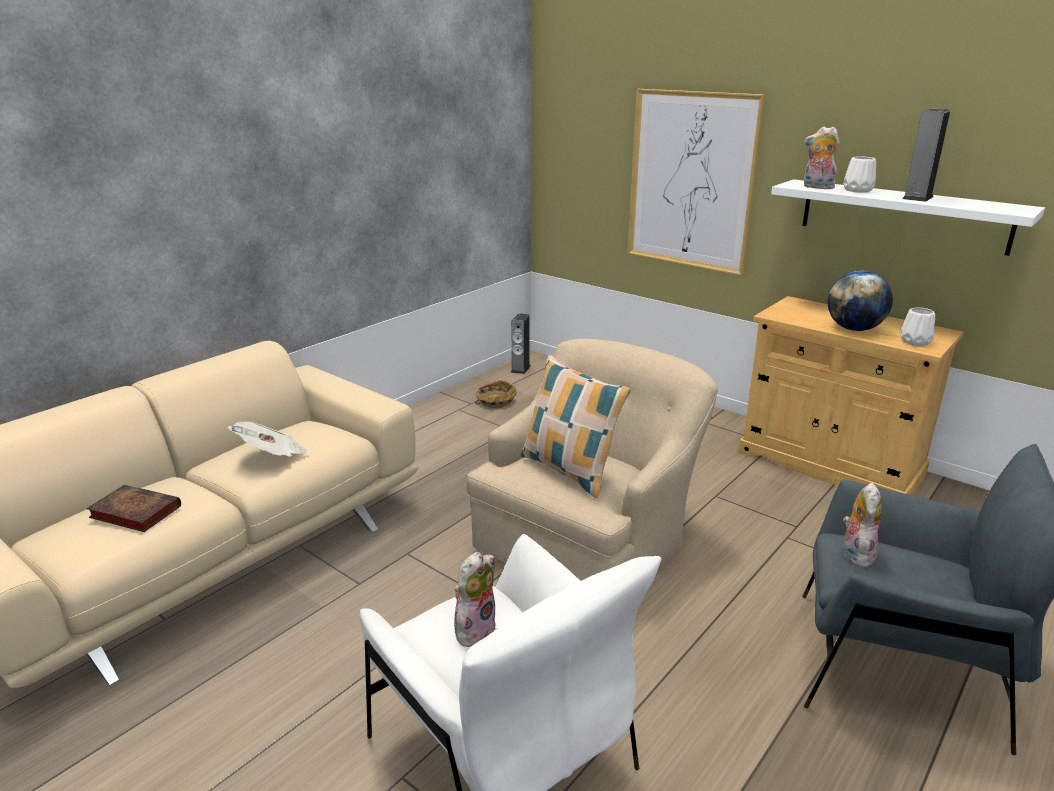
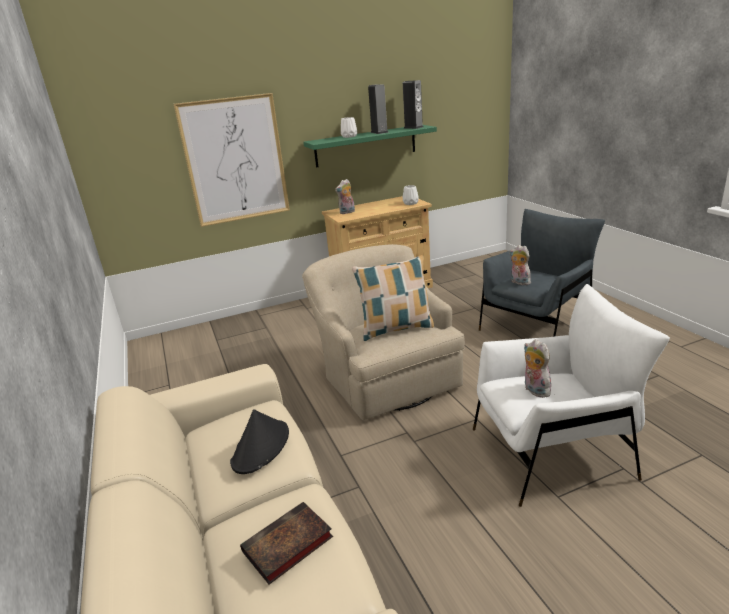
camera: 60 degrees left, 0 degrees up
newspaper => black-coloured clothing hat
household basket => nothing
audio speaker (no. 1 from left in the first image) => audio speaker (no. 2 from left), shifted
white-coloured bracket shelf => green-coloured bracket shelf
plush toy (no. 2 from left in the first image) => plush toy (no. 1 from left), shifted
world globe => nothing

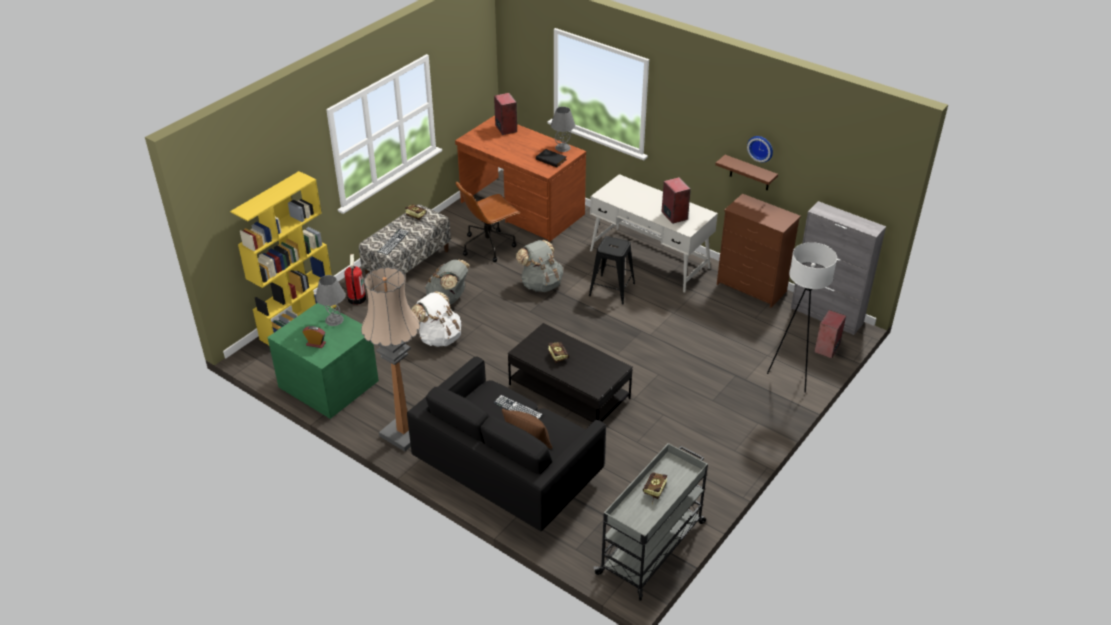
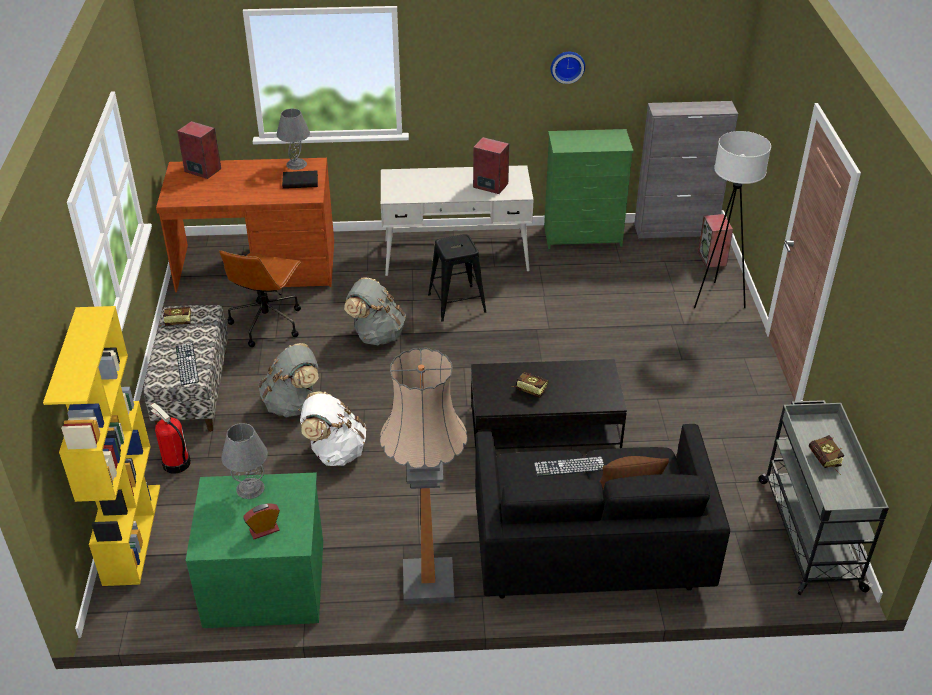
camera: 40 degrees left, 0 degrees up
brown bracket shelf => nothing
brown drawer chest => green-coloured drawer chest (no. 2 from left)

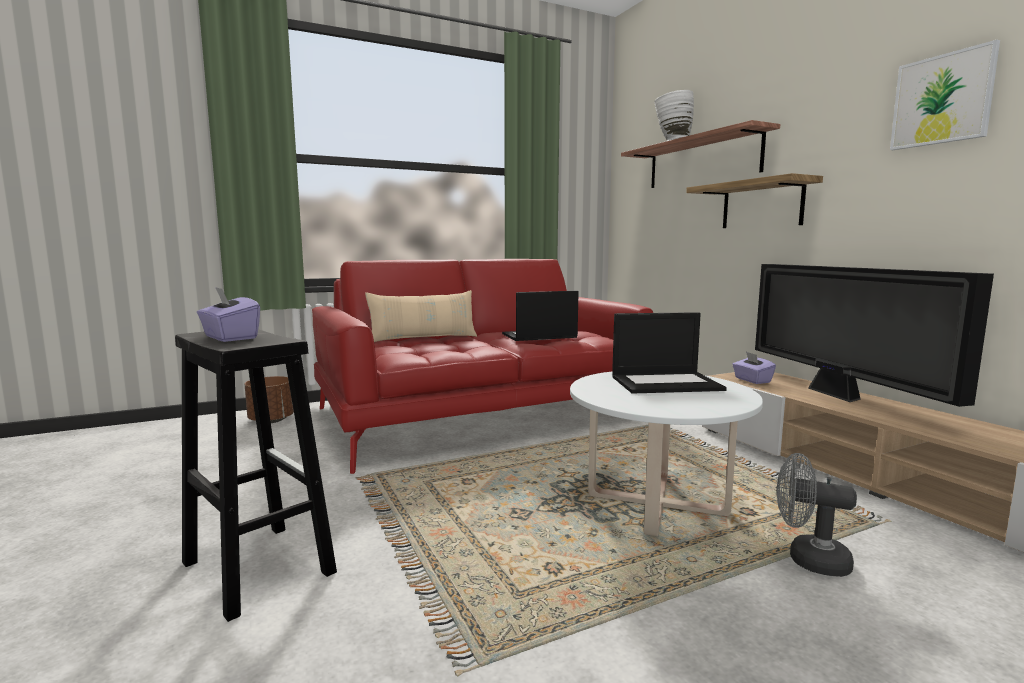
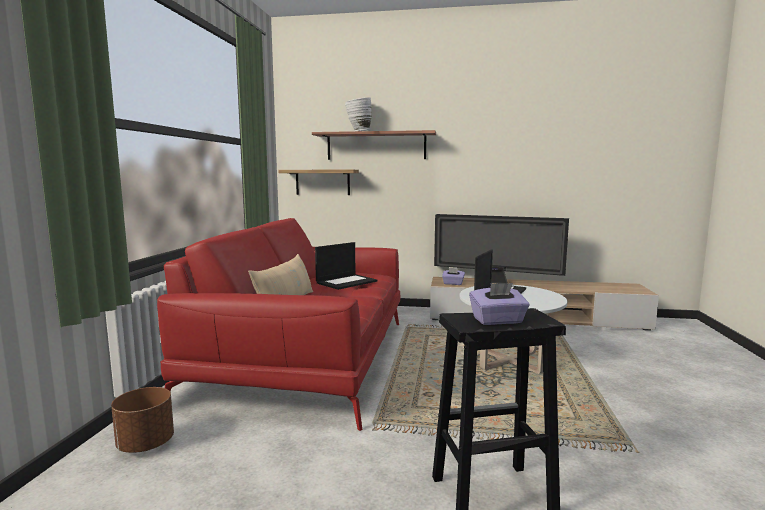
camera: 55 degrees left, 0 degrees up
portable computer (no. 1 from left), 150 degrees counterclockwise
bracket shelf (no. 2 from left in the first image) => bracket shelf (no. 1 from left), shifted
gray electric fan => nothing
wall art => nothing

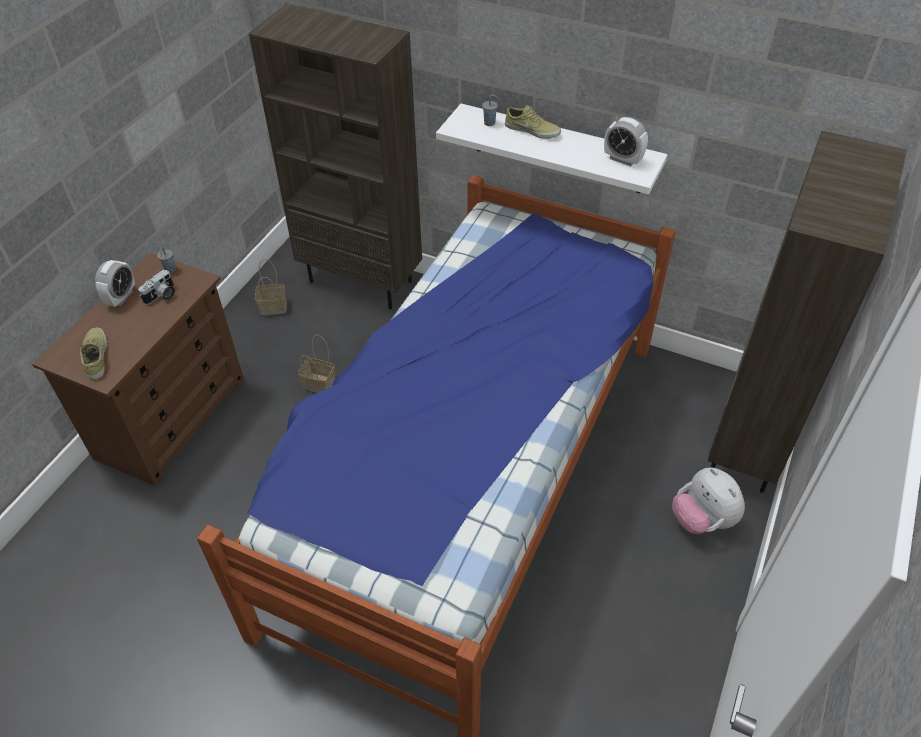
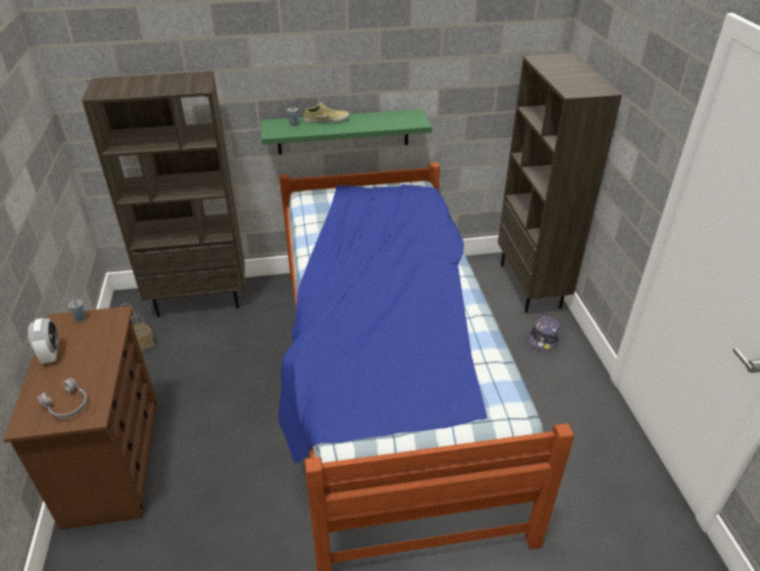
camera: 35 degrees left, 10 degrees down
sand-coloured low shoe (no. 1 from left) => gray headphones
still camera => nothing
household basket (no. 2 from left) => nothing
white-coloured bracket shelf => green-coloured bracket shelf
bedside clock (no. 2 from left) => nothing
plush toy => peaked cap

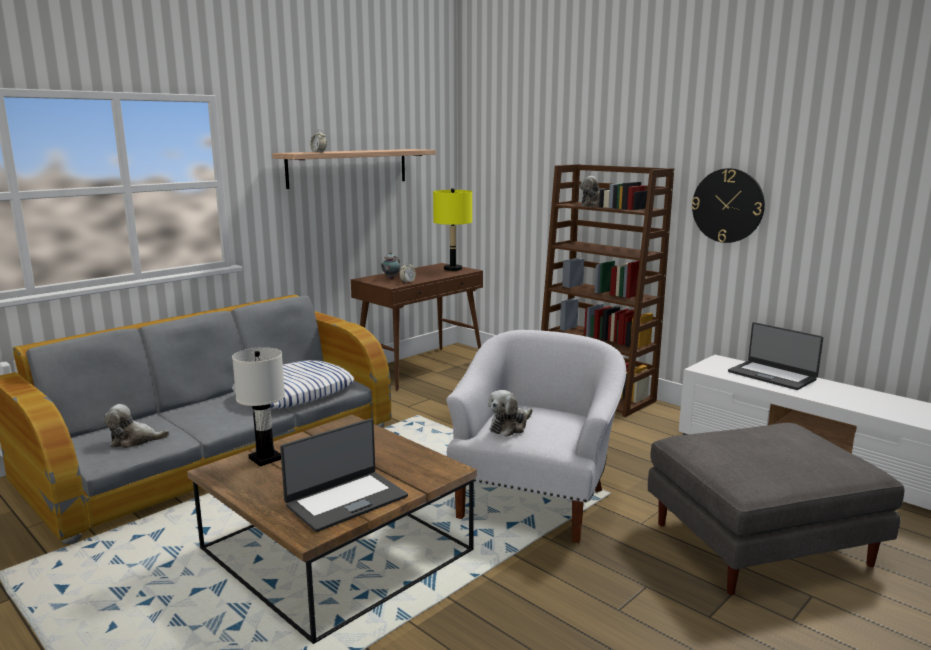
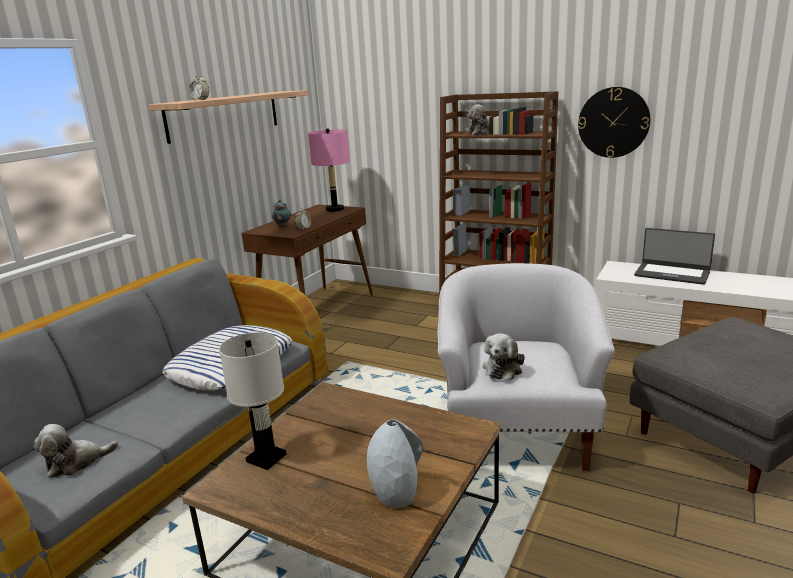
camera: 15 degrees left, 5 degrees up
portable computer (no. 1 from left) => gray decorative vase
yellowish tabletop lamp => pink tabletop lamp

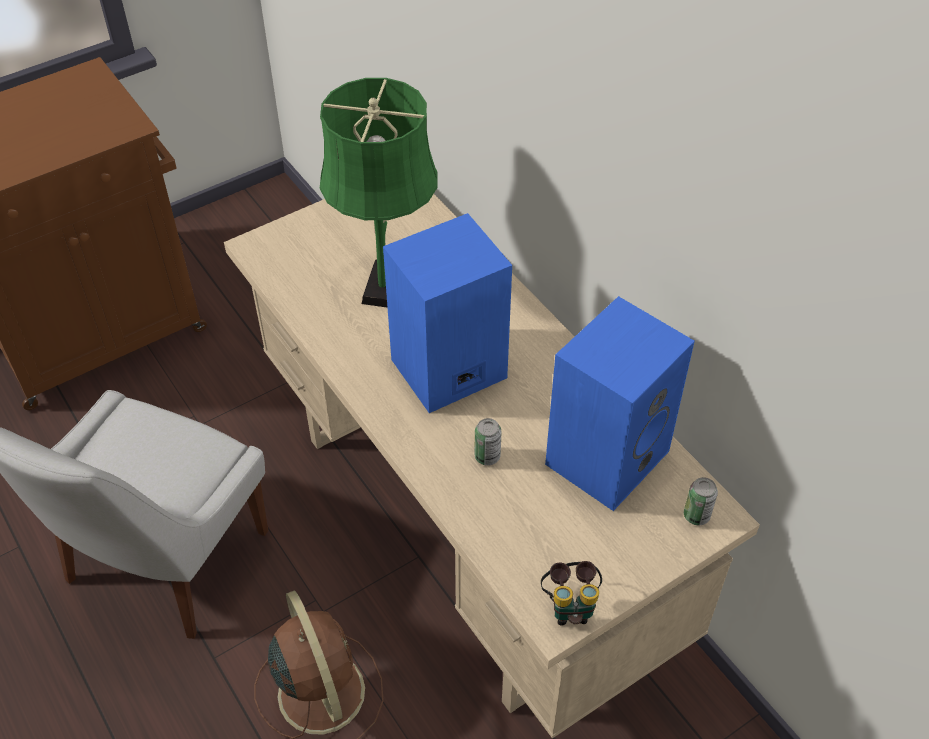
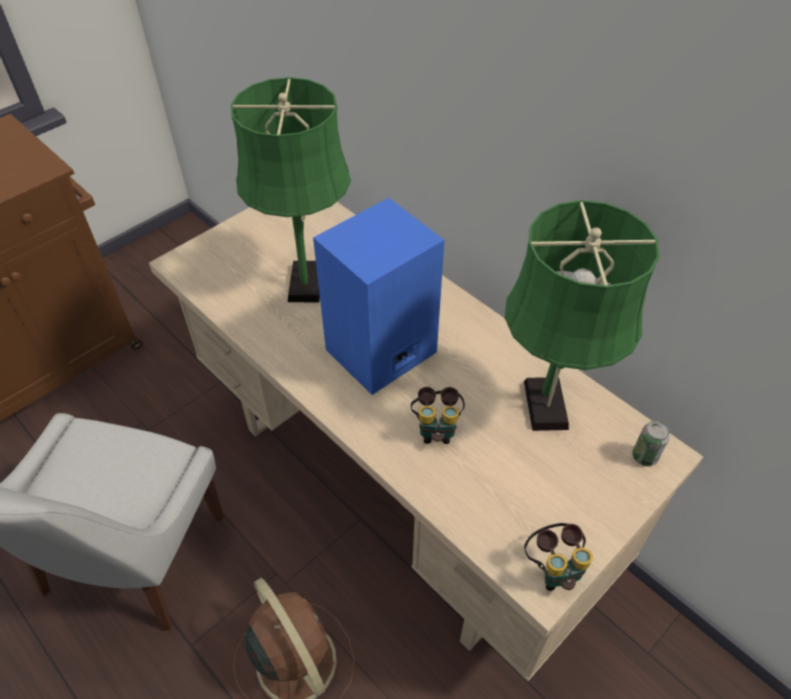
camera: 10 degrees left, 0 degrees up
metal can (no. 1 from left) => field glasses (no. 1 from left)
blue audio speaker (no. 2 from left) => green-coloured tabletop lamp (no. 2 from left)

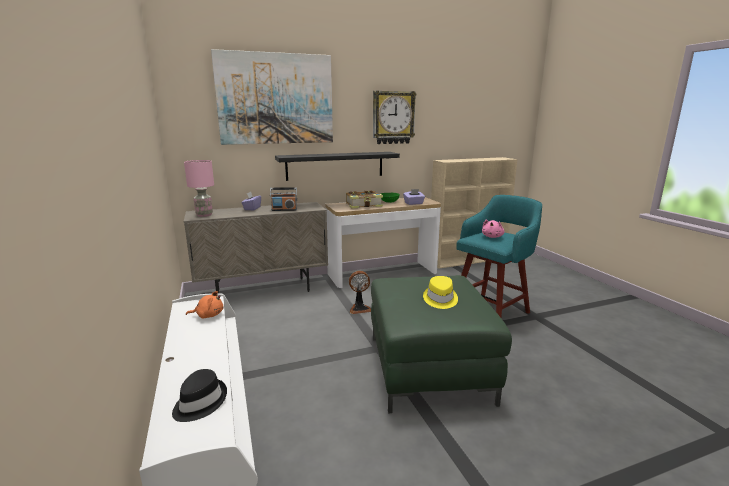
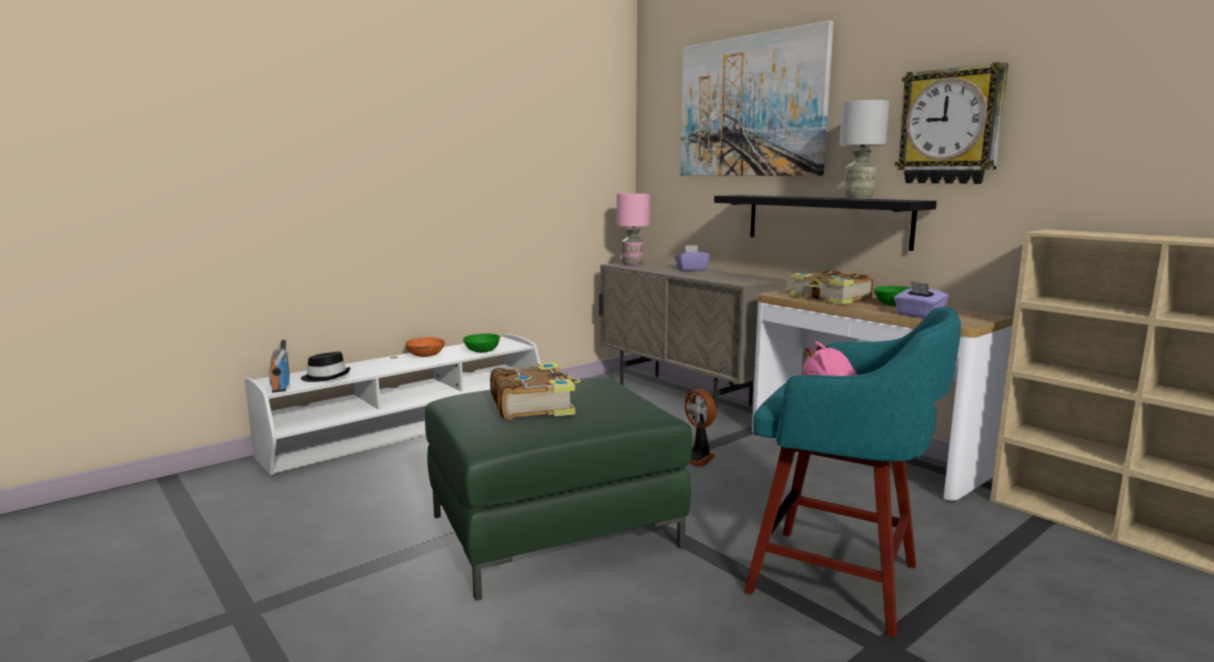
camera: 70 degrees right, 5 degrees down
orangey plush toy => green-coloured deep dish (no. 1 from left)
radio receiver, shifted
yellowish clothing hat => volume (no. 1 from left)
nothing => orangey deep dish
nothing => gray tabletop lamp

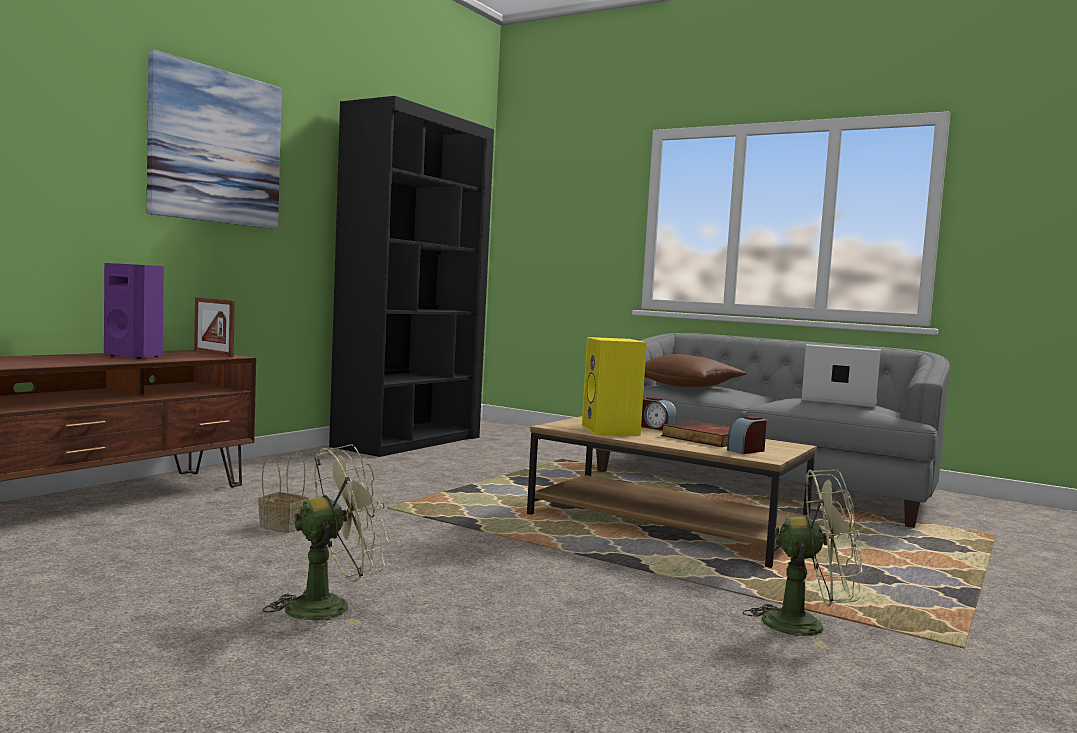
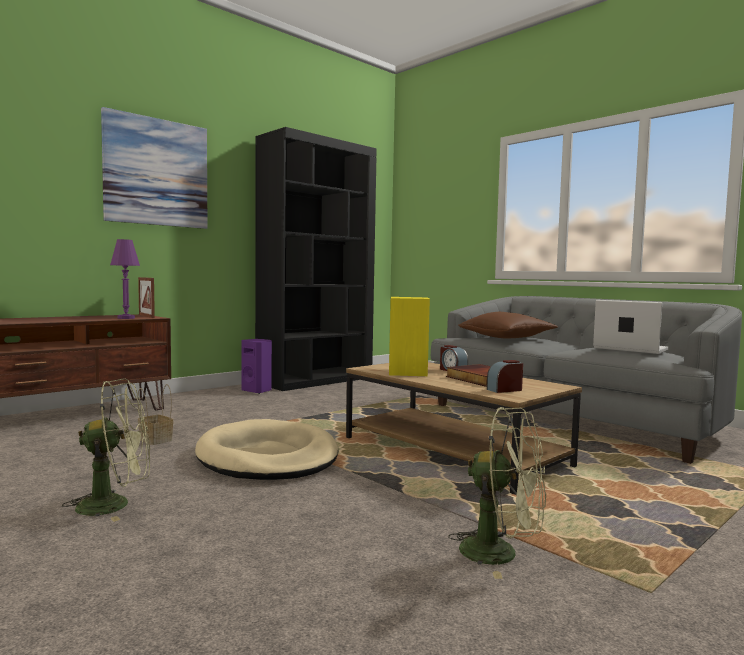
camera: 15 degrees right, 0 degrees up
purplish audio speaker, shifted
nothing => purplish tabletop lamp
nothing => sand-coloured dog bed

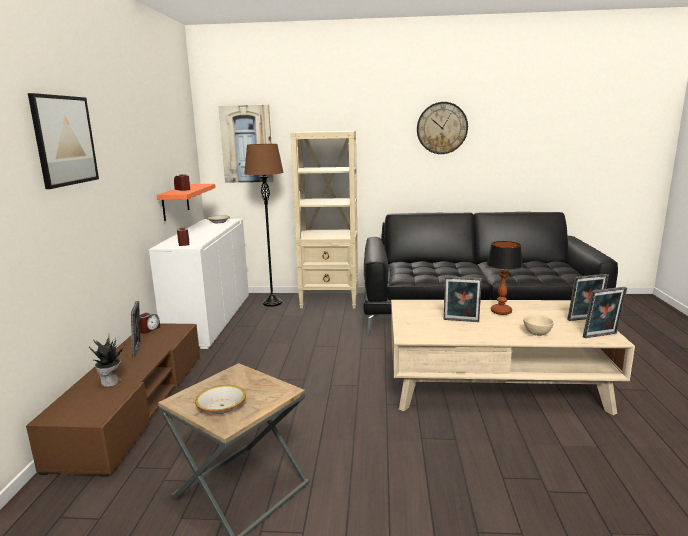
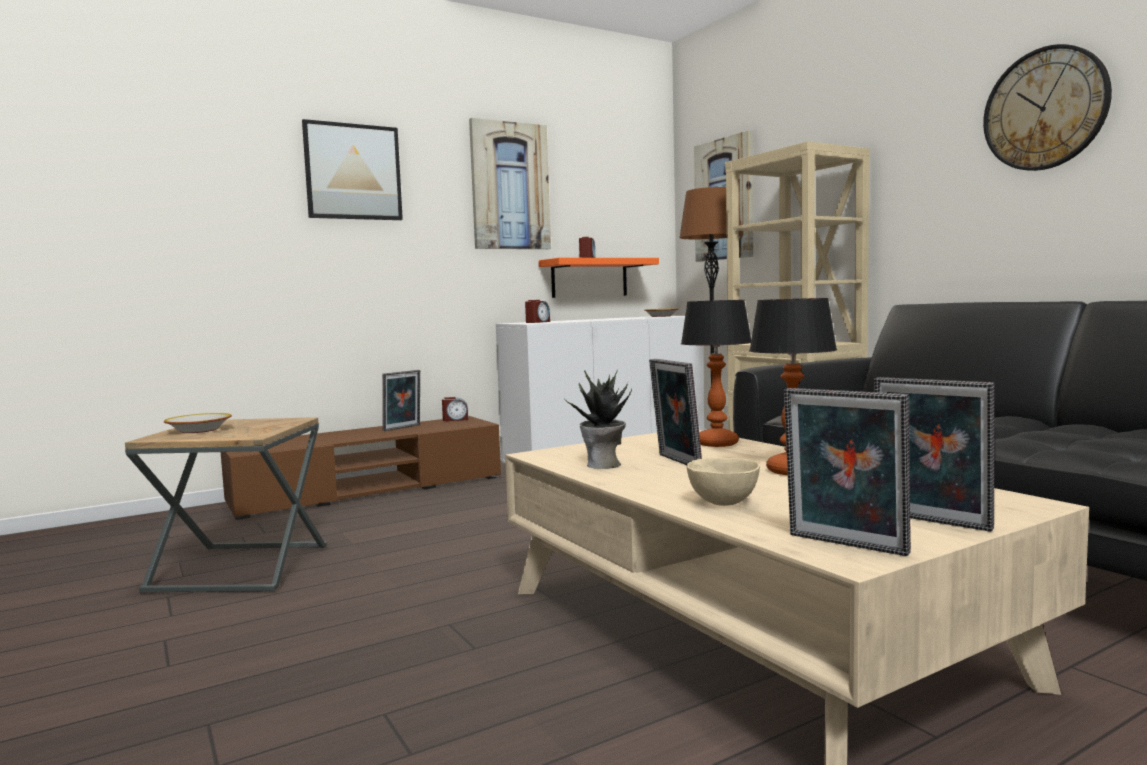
camera: 55 degrees right, 10 degrees down
houseplant, shifted
nothing => wall art (no. 2 from left)
nothing => tabletop lamp (no. 1 from left)

